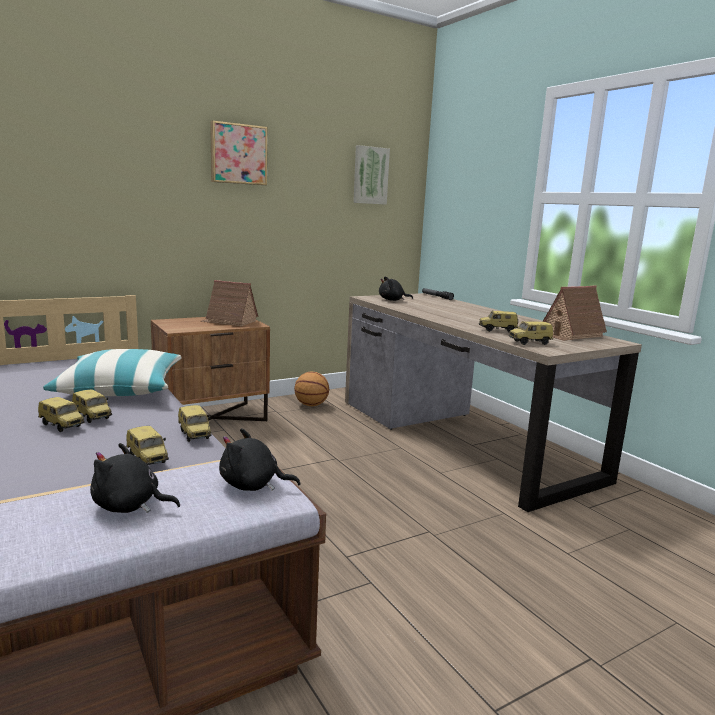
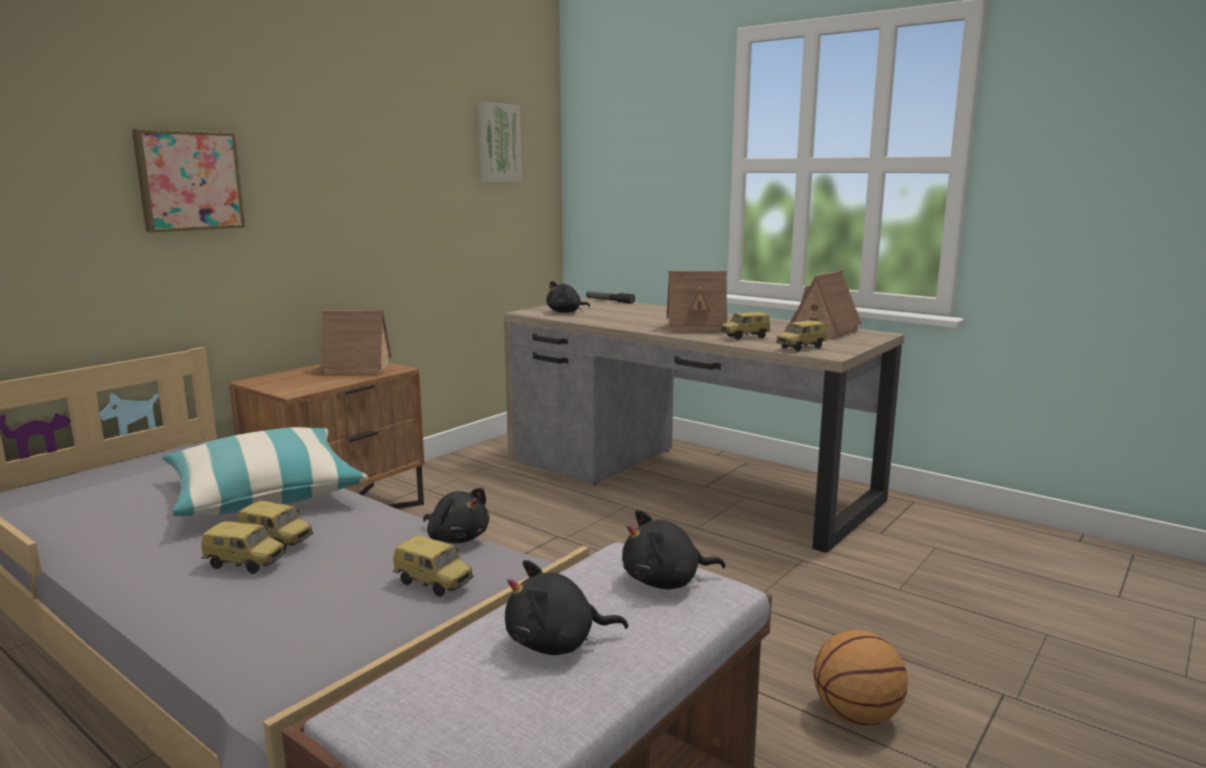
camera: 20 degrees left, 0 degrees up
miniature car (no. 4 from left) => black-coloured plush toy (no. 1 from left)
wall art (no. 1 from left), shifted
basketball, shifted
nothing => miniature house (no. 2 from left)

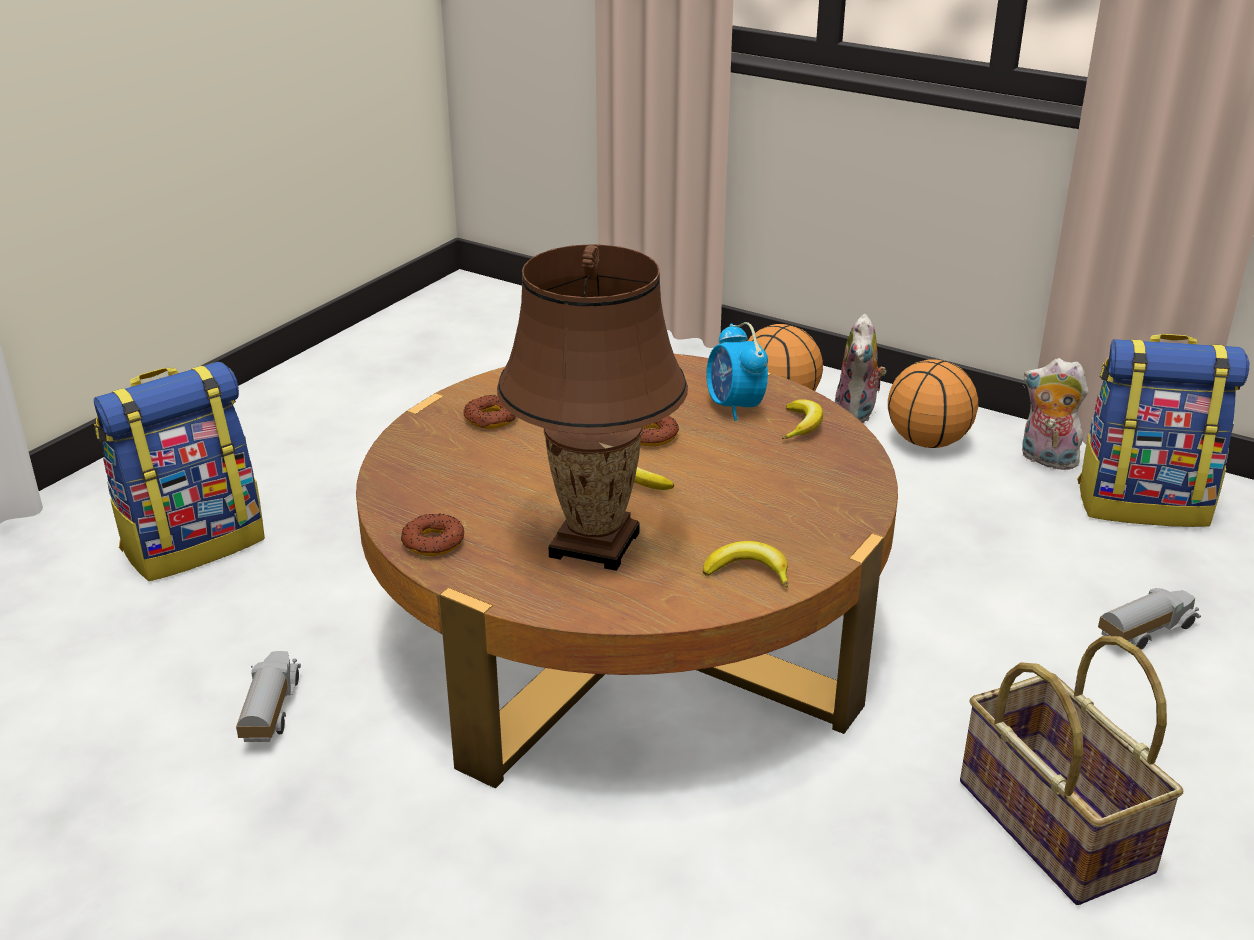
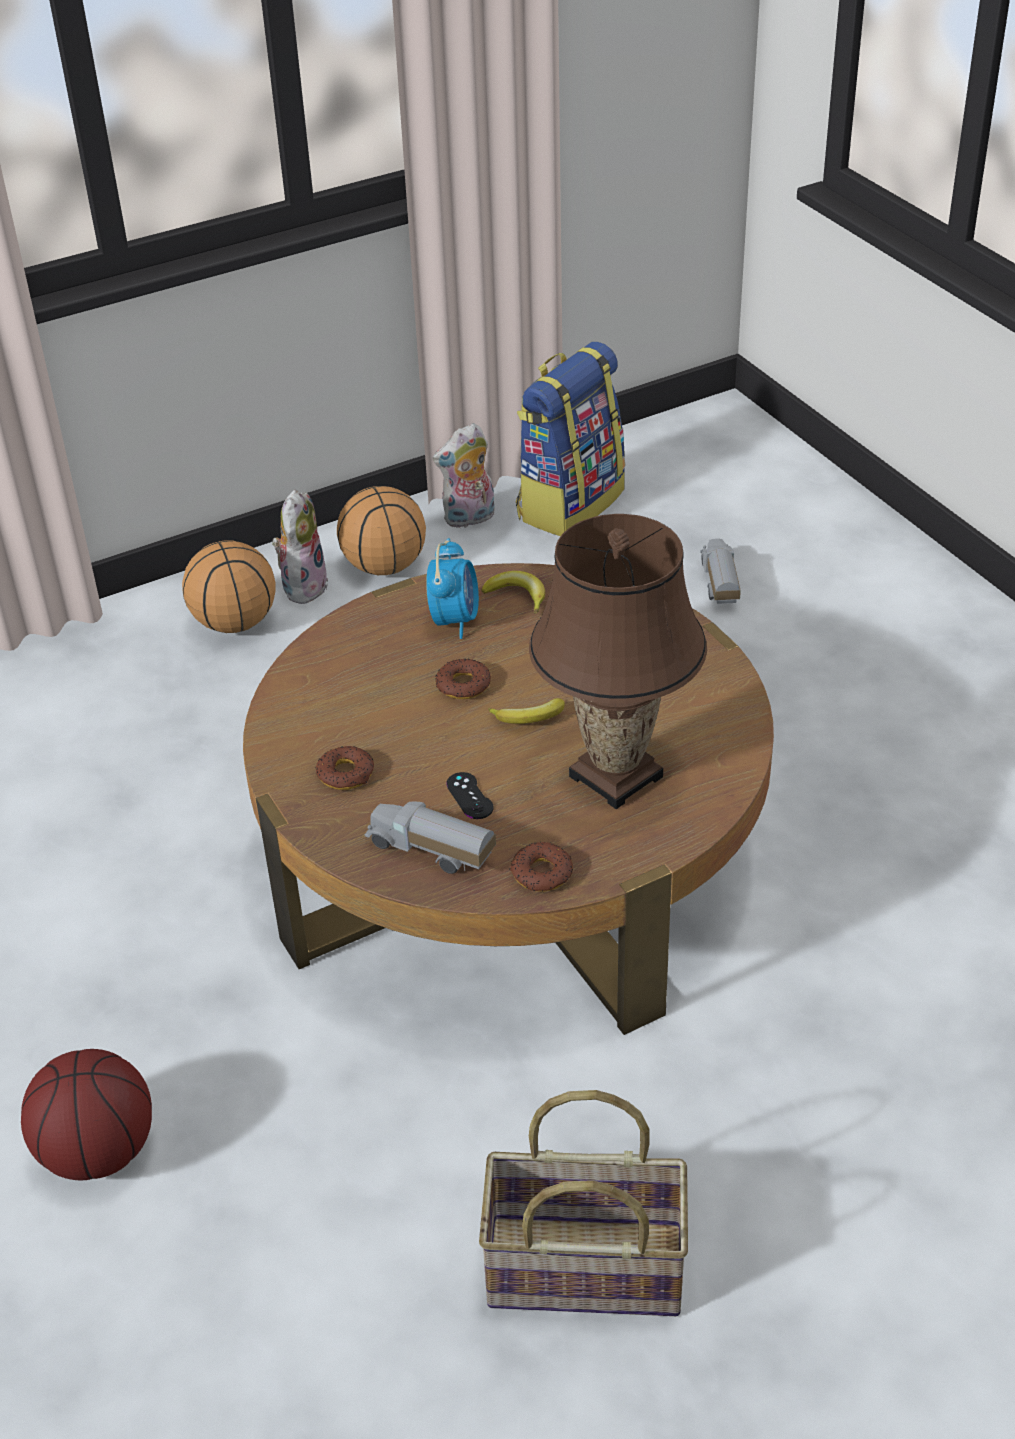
camera: 60 degrees left, 10 degrees up
rucksack (no. 1 from left) => basketball (no. 1 from left)
model truck (no. 1 from left), shifted
banana fruit (no. 2 from left) => nothing
bedside clock, 90 degrees counterclockwise
plush toy (no. 1 from left), 120 degrees counterclockwise
household basket, shifted
nothing => black-coloured joypad

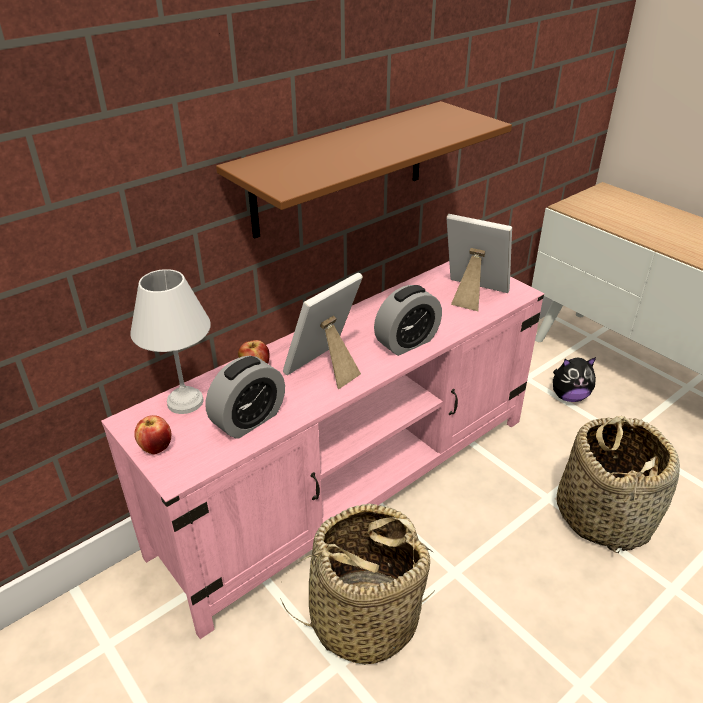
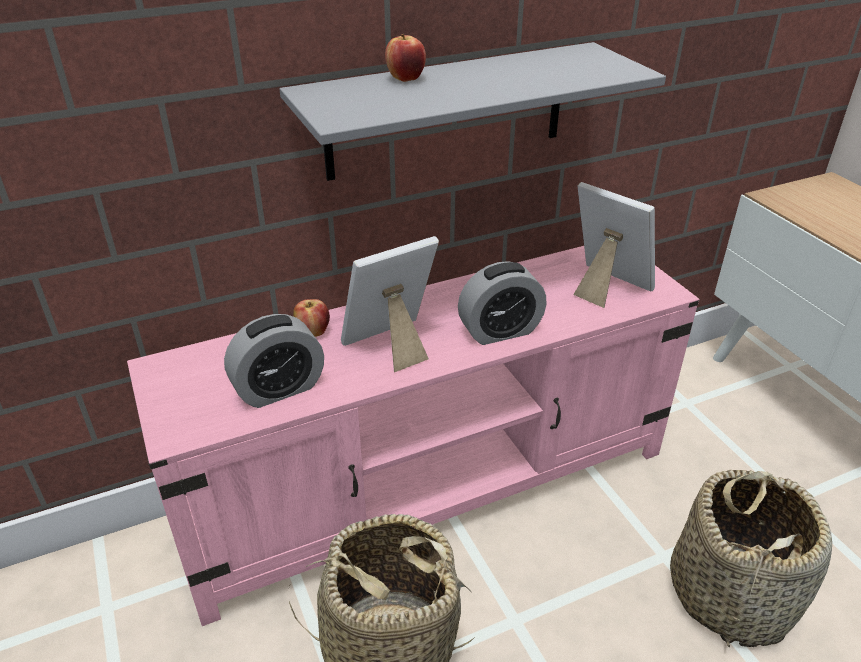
camera: 15 degrees right, 0 degrees up
white-coloured tabletop lamp => nothing
apple fruit (no. 1 from left in the first image) => apple fruit (no. 2 from left), shifted
brown bracket shelf => gray bracket shelf
plush toy => nothing

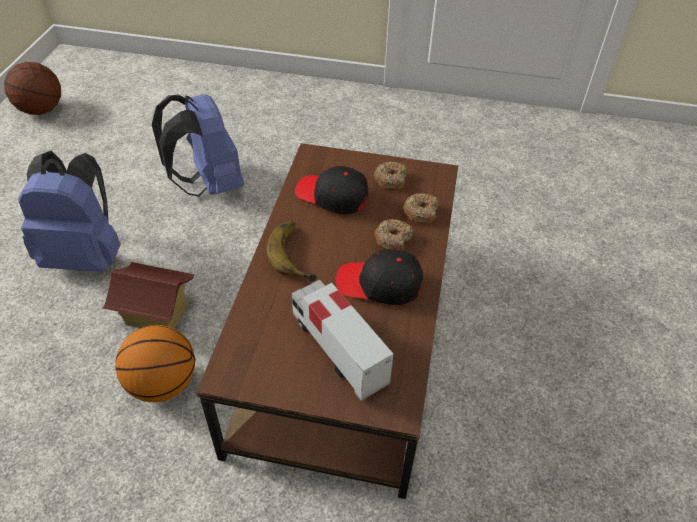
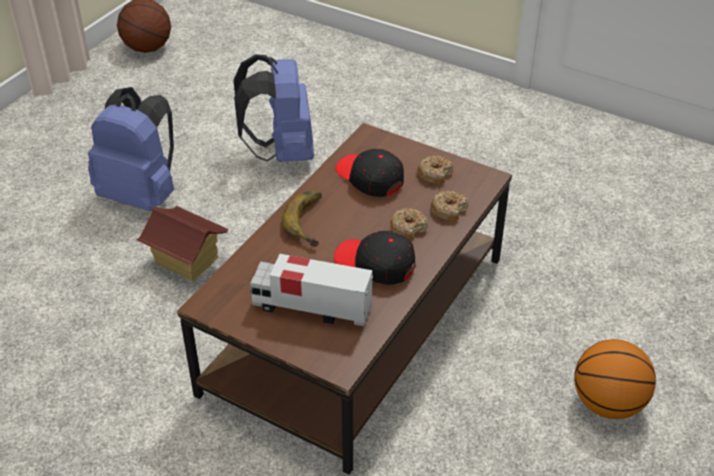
camera: 20 degrees right, 5 degrees down
basketball (no. 2 from left), shifted
model truck, 60 degrees counterclockwise

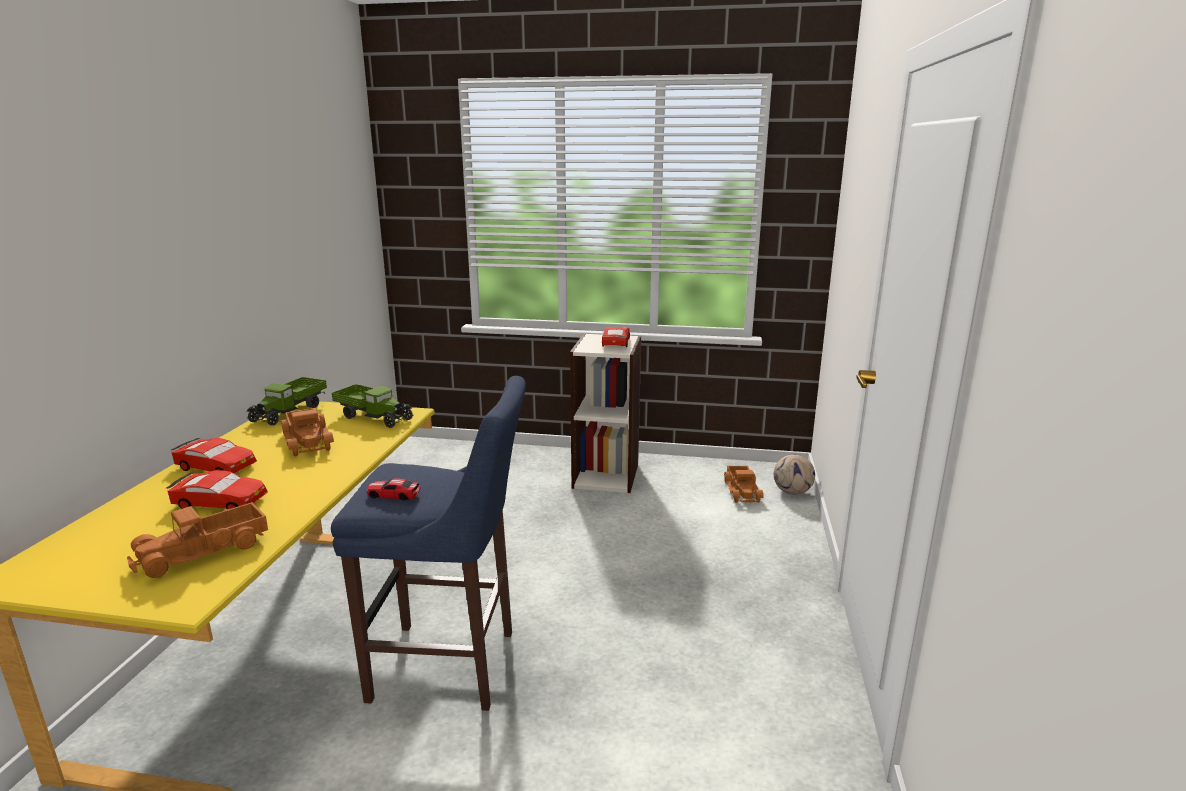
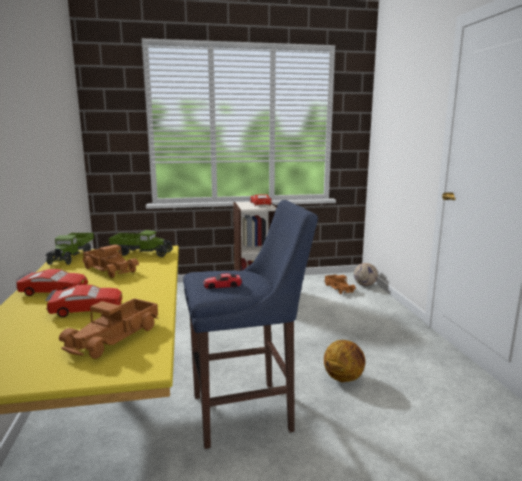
camera: 20 degrees left, 5 degrees down
nothing => basketball

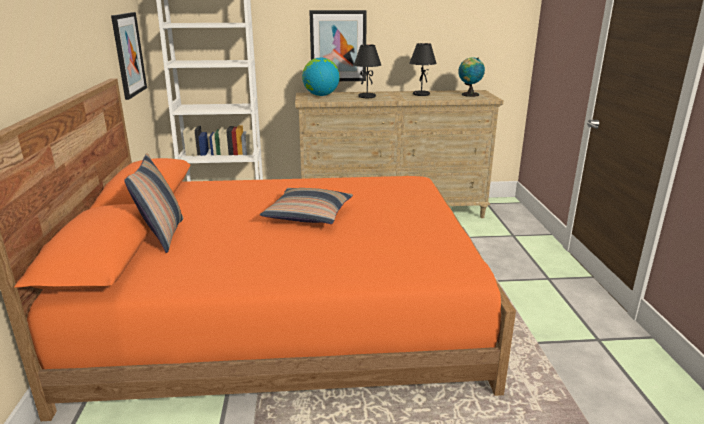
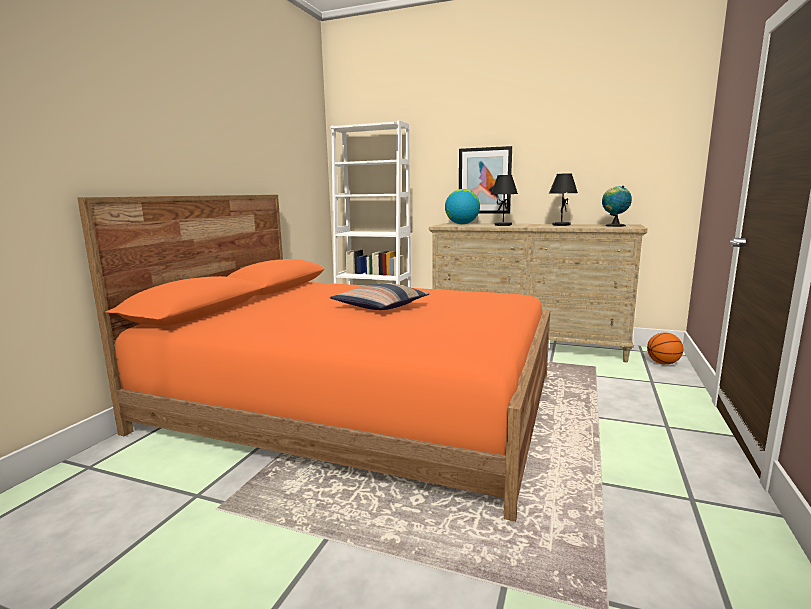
camera: 25 degrees right, 10 degrees down
wall art (no. 1 from left) => nothing
cushion (no. 1 from left) => nothing
nothing => basketball

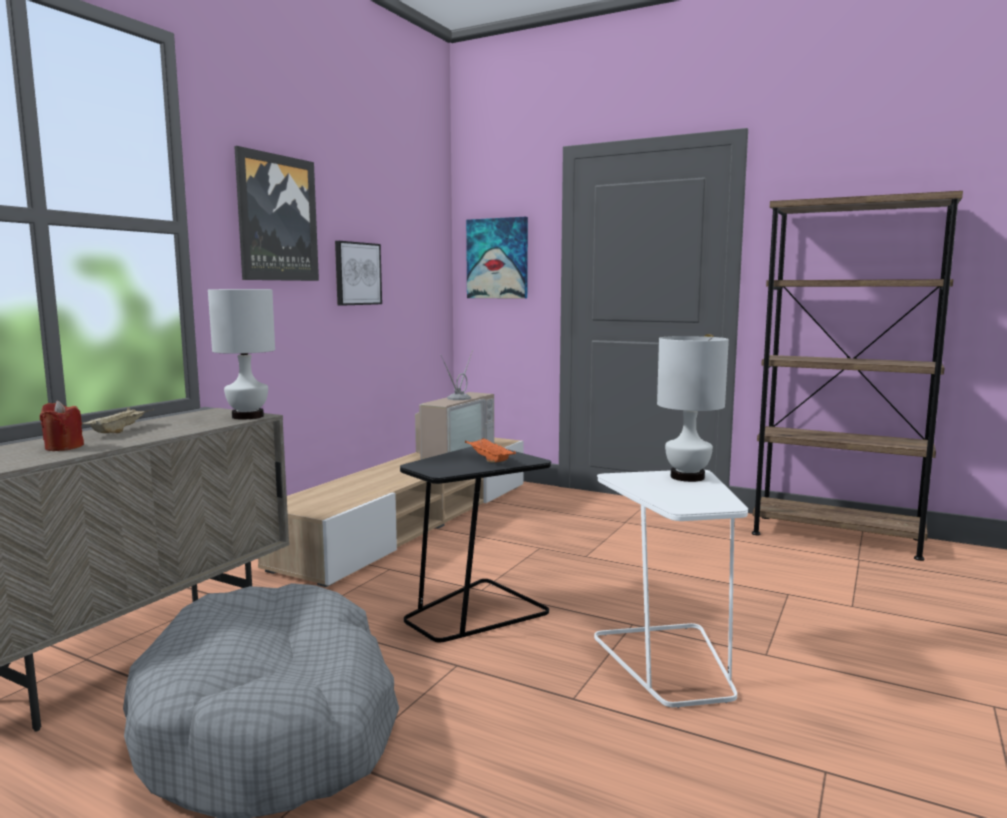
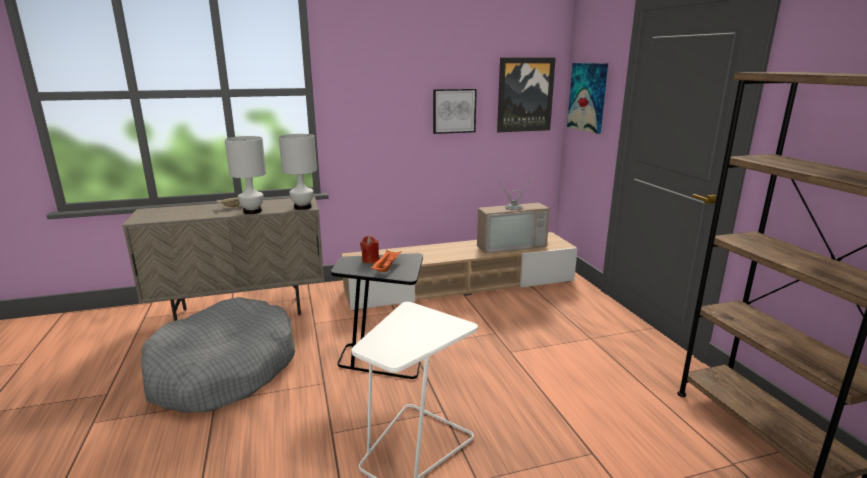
camera: 45 degrees right, 10 degrees up
red-coloured wax light, shifted
wall art (no. 1 from left in the first image) => wall art (no. 2 from left), shifted
white-coloured tabletop lamp (no. 2 from left in the first image) => white-coloured tabletop lamp (no. 1 from left), shifted

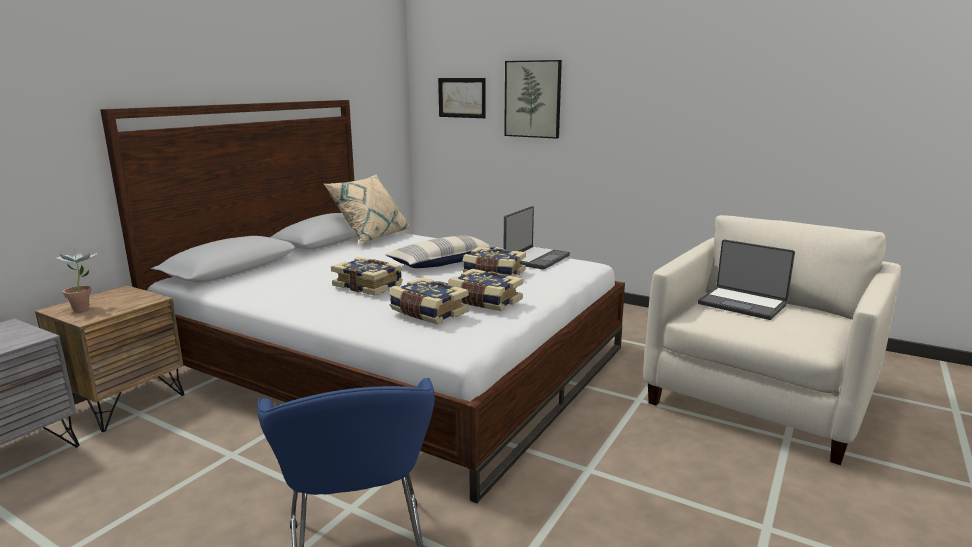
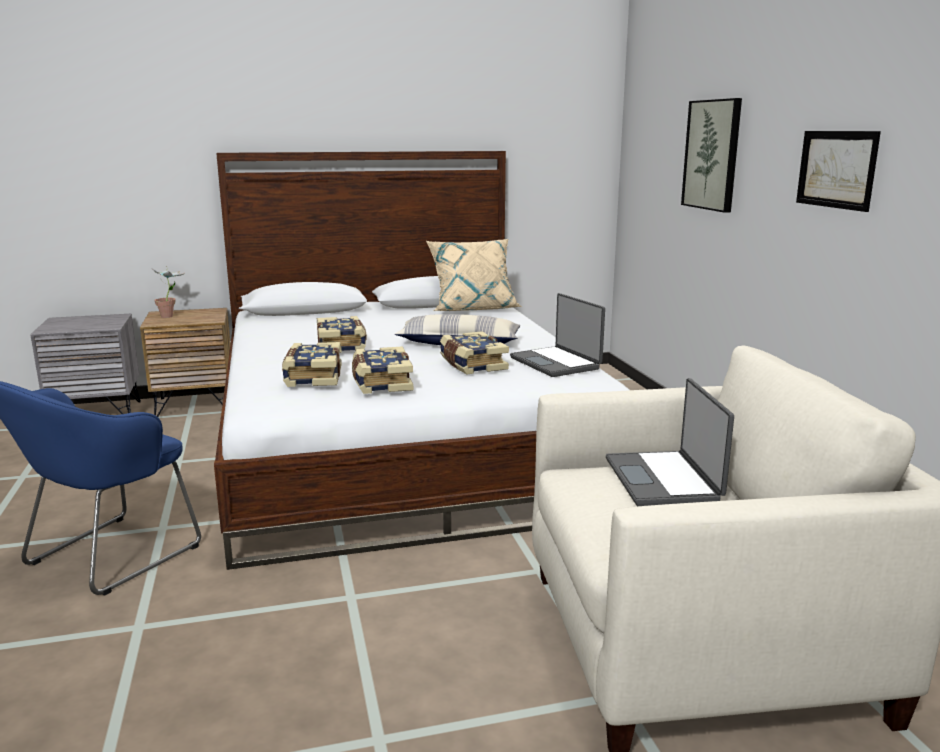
camera: 45 degrees right, 0 degrees up
wall art (no. 1 from left in the first image) => wall art (no. 2 from left), shifted
portable computer (no. 1 from left), 75 degrees clockwise

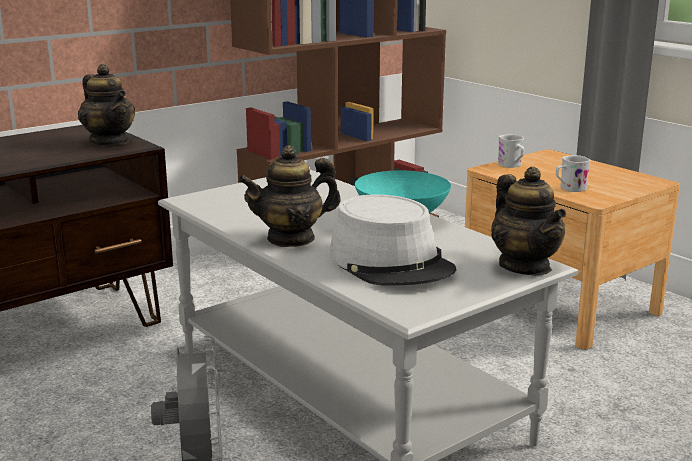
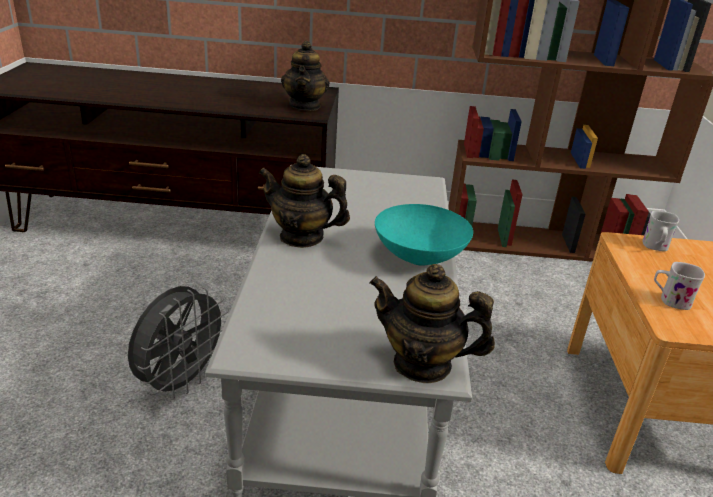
camera: 40 degrees right, 10 degrees up
gray clothing hat => nothing
teapot (no. 3 from left), 90 degrees clockwise

